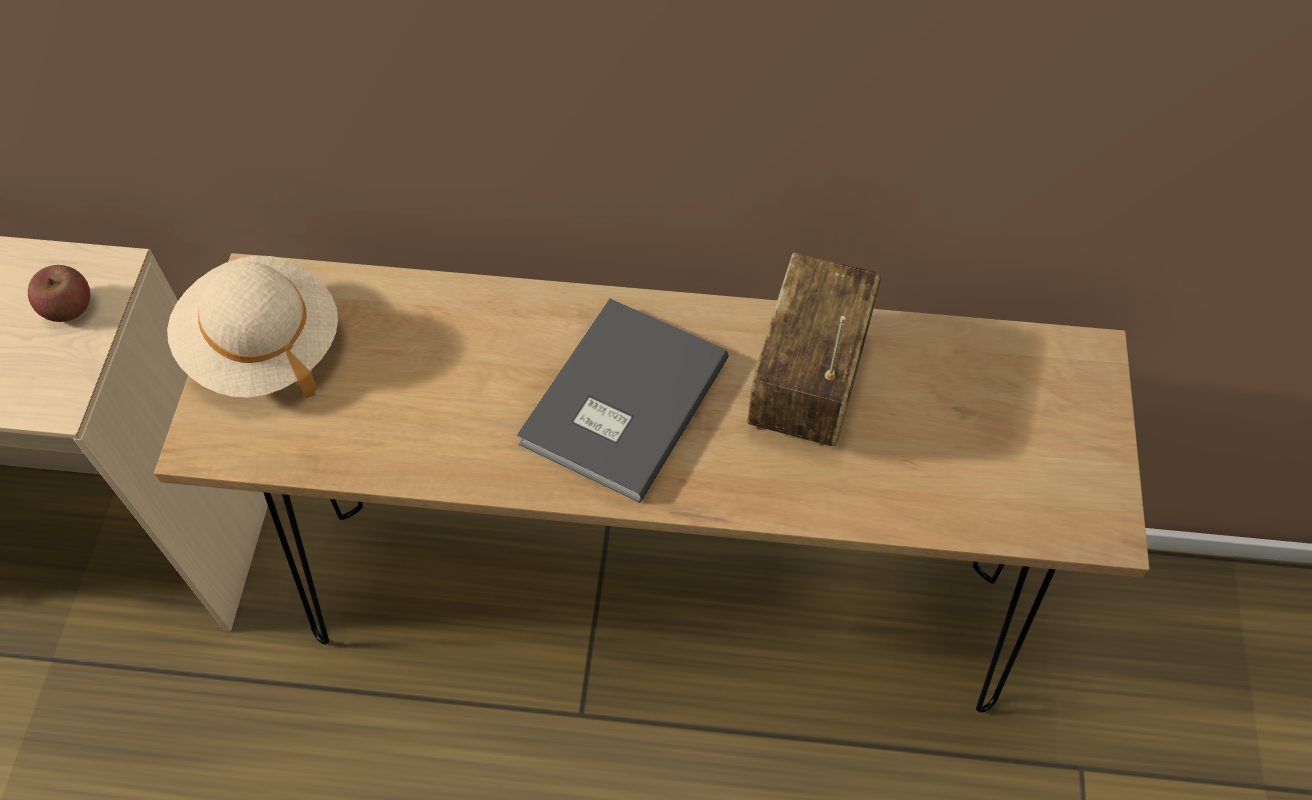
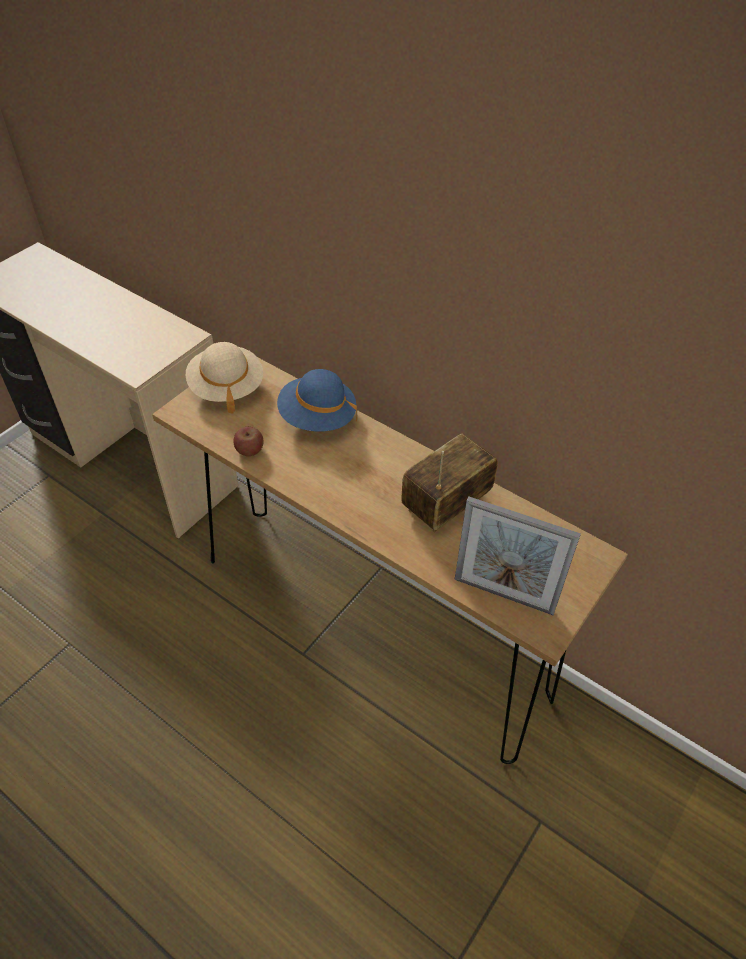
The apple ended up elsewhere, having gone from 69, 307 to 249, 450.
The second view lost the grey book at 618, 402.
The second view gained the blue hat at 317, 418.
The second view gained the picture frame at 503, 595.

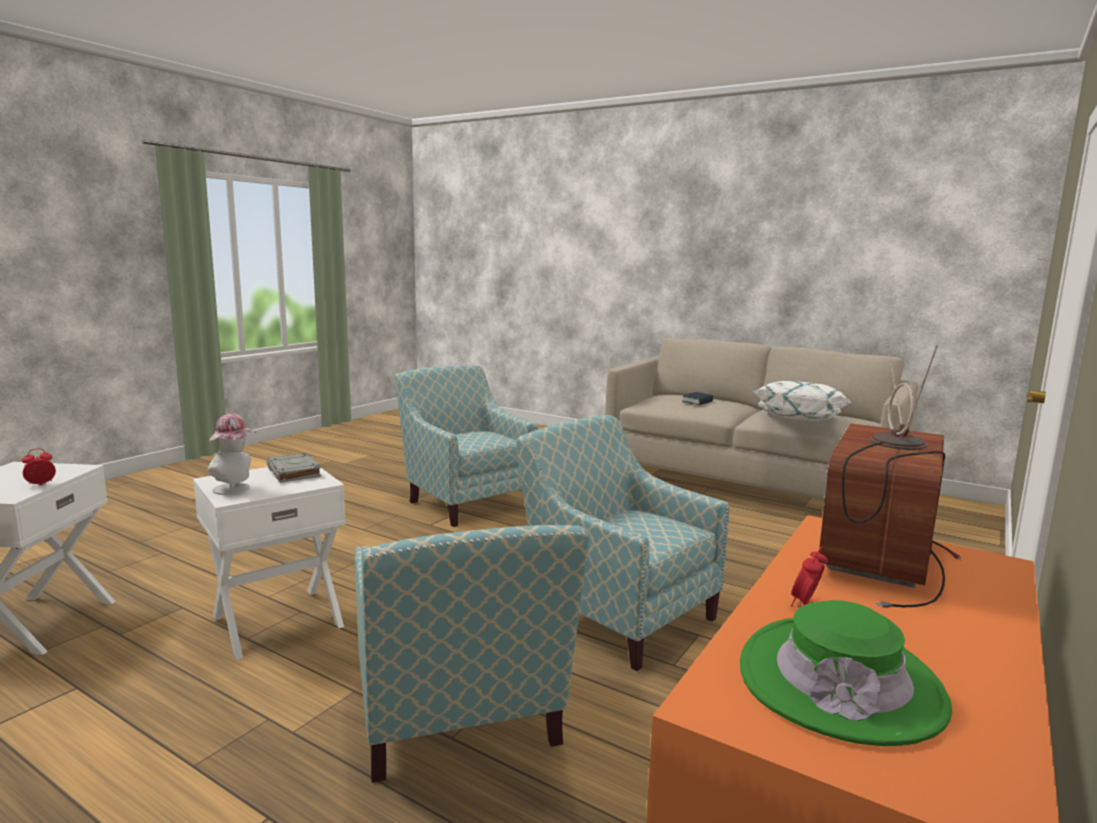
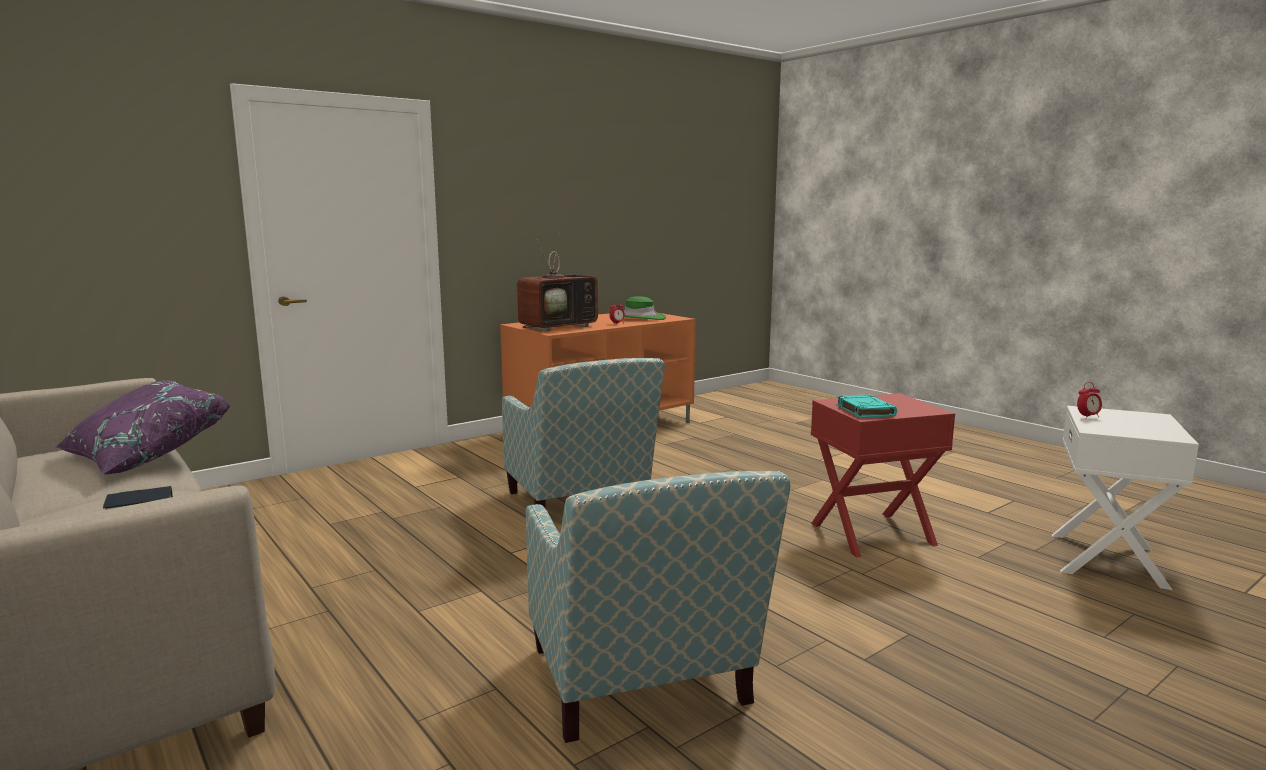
What was the white pillow at 798, 421 turned into the purple pillow at 146, 455.
The second view lost the hat at 236, 489.
What was the grey book at 294, 472 turned into the turquoise book at 864, 410.
What was the white side table at 277, 620 turned into the red side table at 873, 534.
The second view lost the armchair at 460, 726.

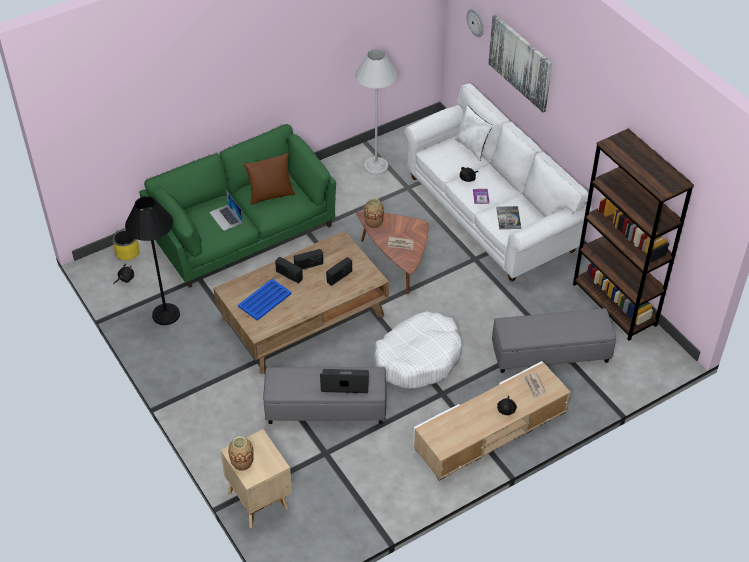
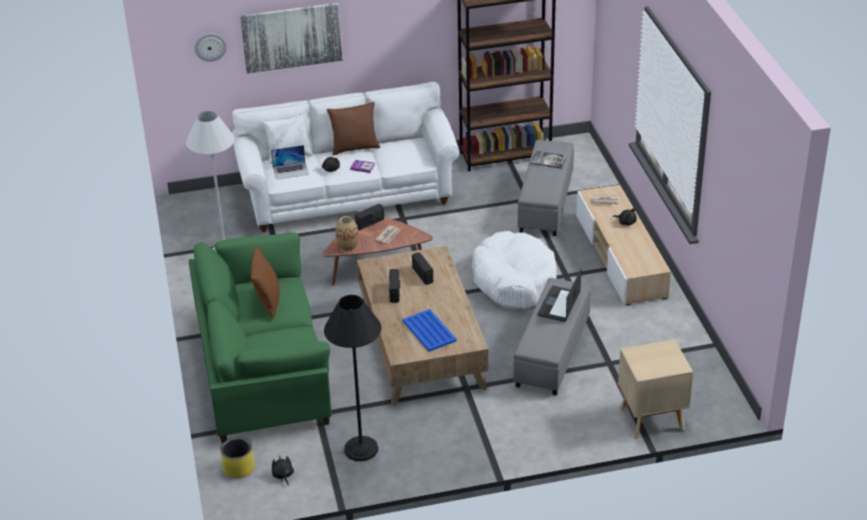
The laptop ended up elsewhere, having gone from 226, 217 to 290, 170.
The book ended up elsewhere, having gone from 508, 218 to 549, 160.
The radio ended up elsewhere, having gone from 289, 275 to 370, 223.
The second view lost the vase at 242, 463.
The second view gained the brown pillow at 354, 148.

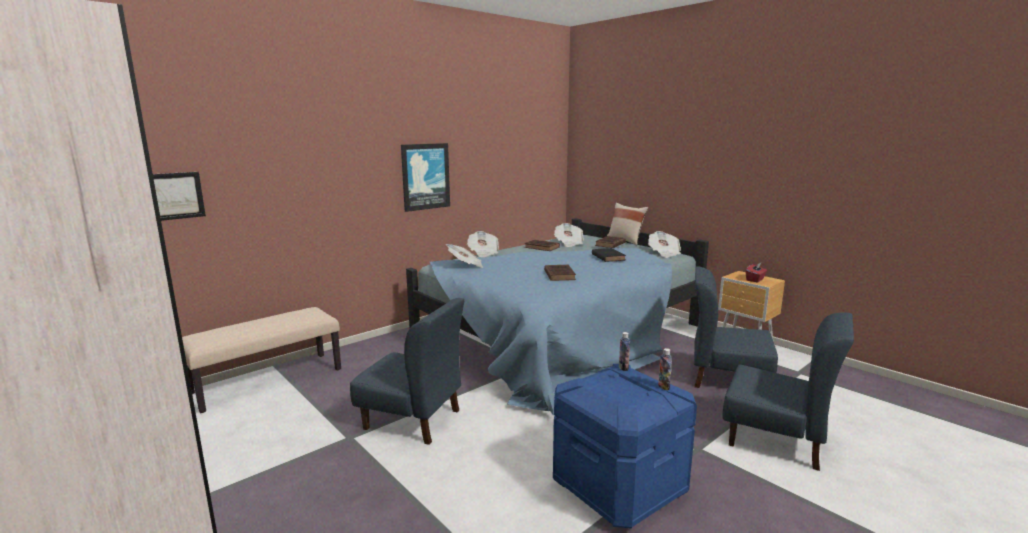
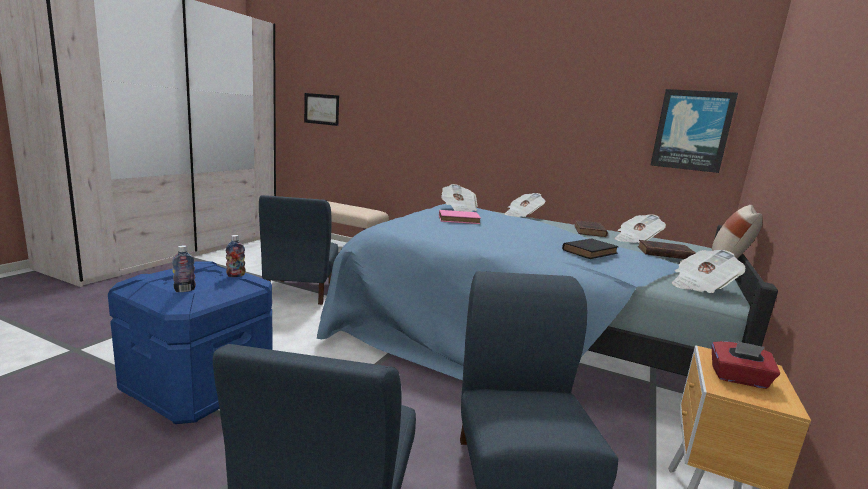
The picture ended up elsewhere, having gone from 425, 176 to 692, 130.
The second view lost the brown book at 559, 275.
The second view gained the pink book at 460, 220.

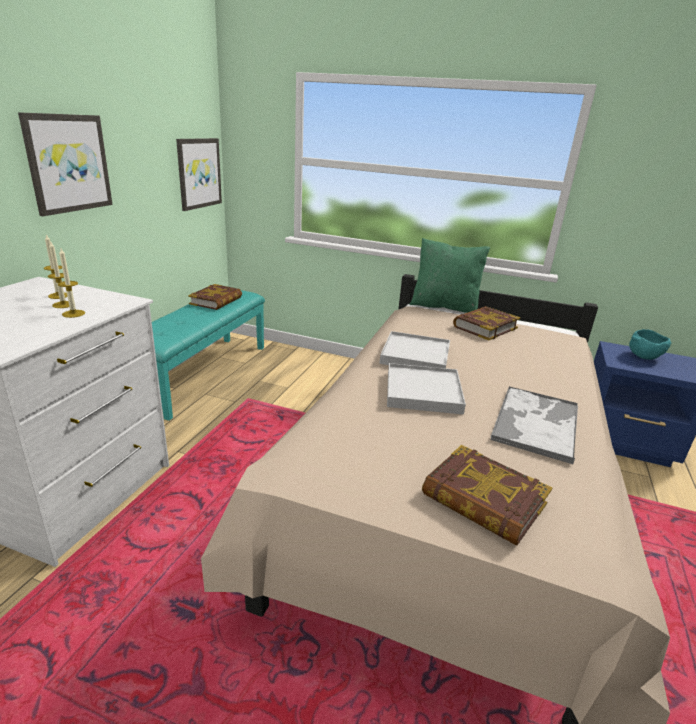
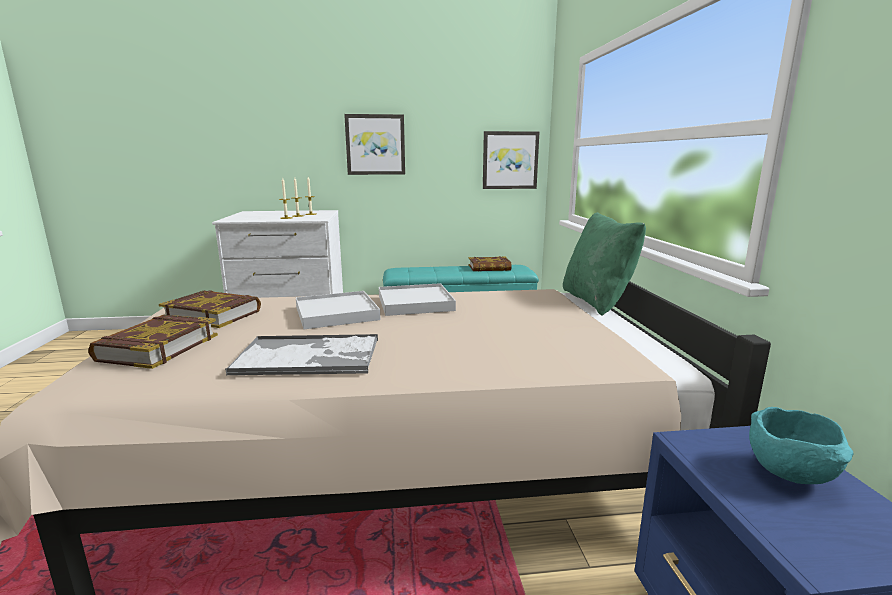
The book ended up elsewhere, having gone from 485, 327 to 213, 314.

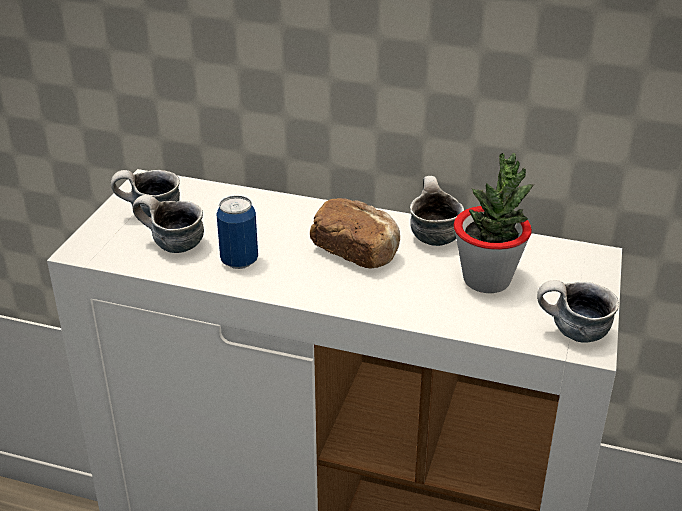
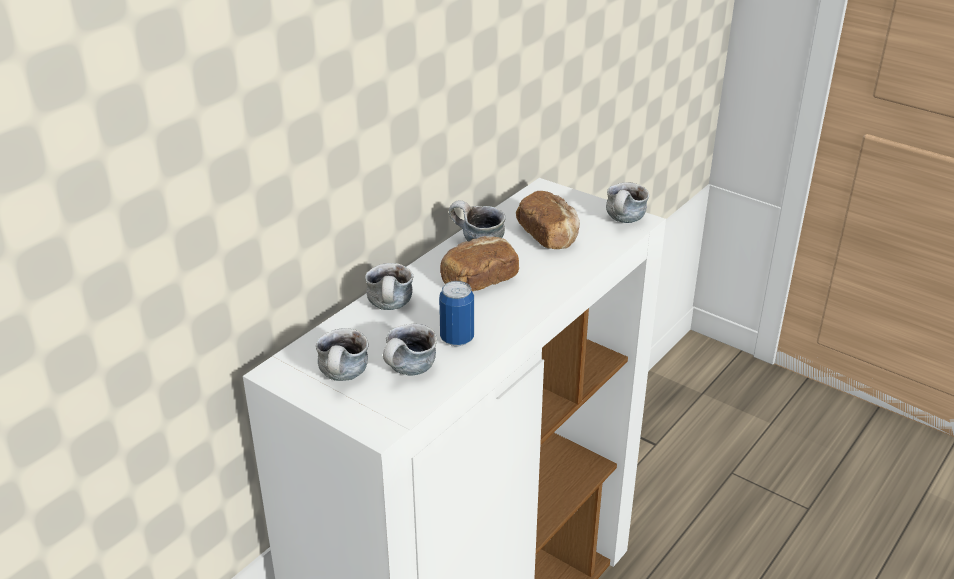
Where the potted plant stood at 487, 280, the bread came to stand at 549, 235.
The second view gained the mug at 392, 308.

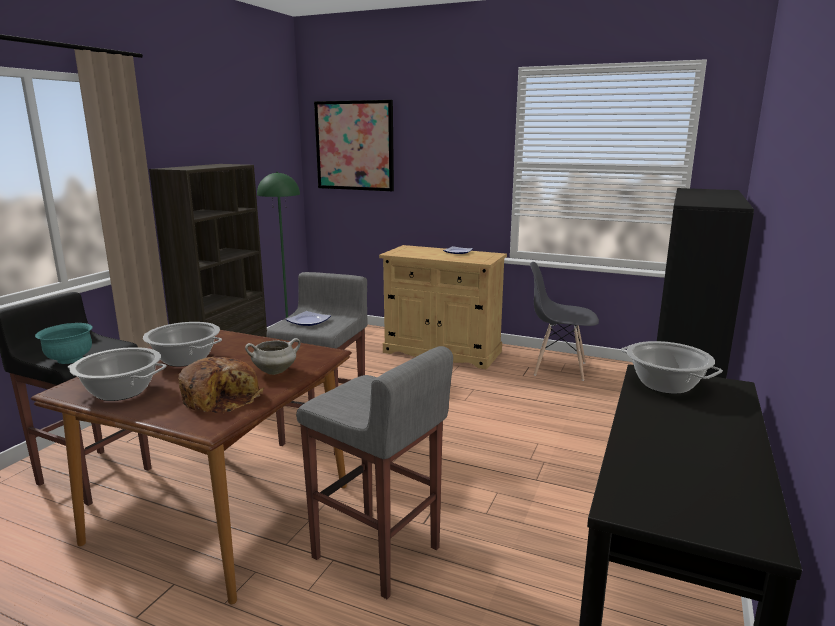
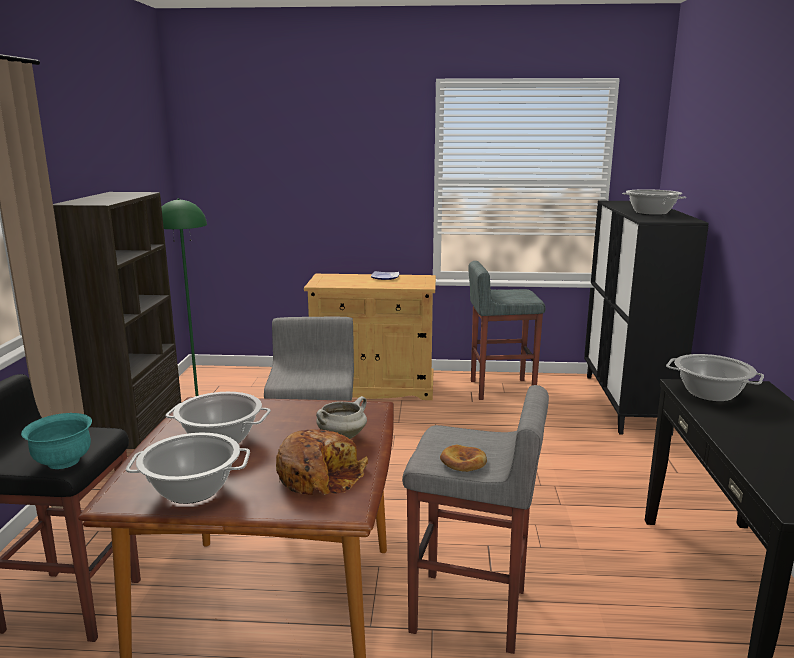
The second view lost the picture at 354, 146.
Where the grey chair stood at 559, 368, the grey stool came to stand at 500, 389.
The second view lost the plate at 308, 321.
The second view gained the cooking pot at 651, 213.
The second view gained the bread at 463, 462.

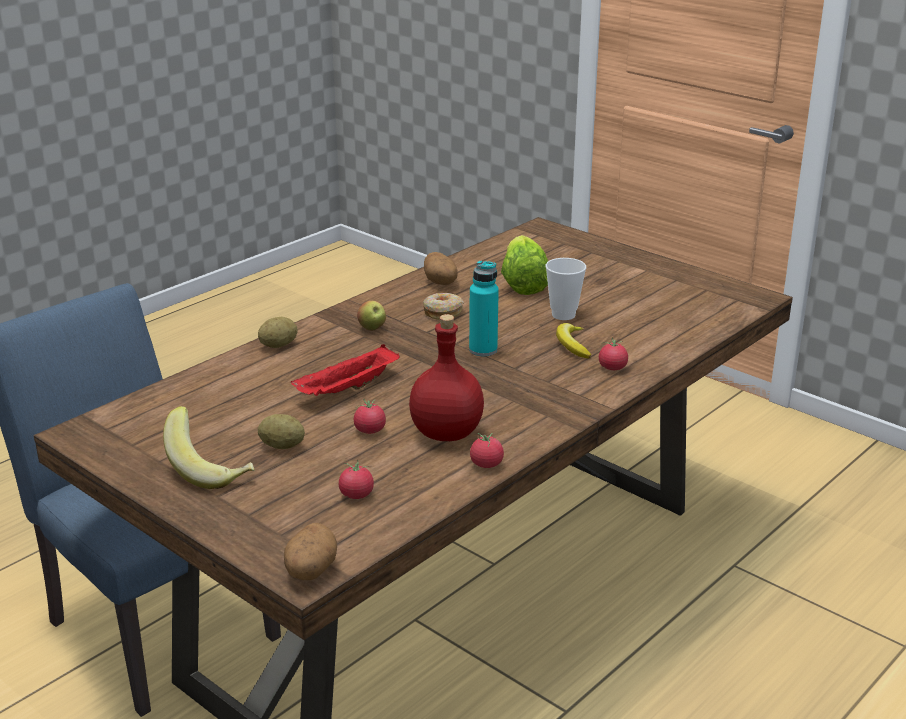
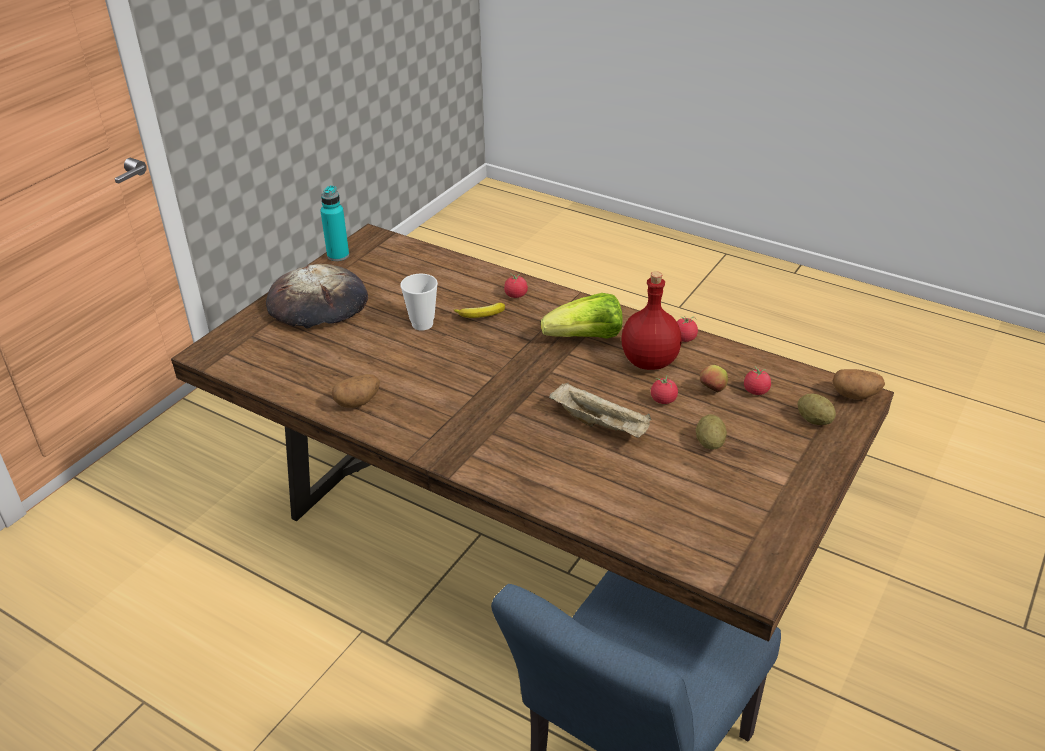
The lettuce ended up elsewhere, having gone from 523, 284 to 586, 338.
The turquoise bottle ended up elsewhere, having gone from 483, 350 to 338, 255.
The second view lost the donut at 443, 312.
The apple ended up elsewhere, having gone from 372, 328 to 712, 390.
The potato ended up elsewhere, having gone from 278, 345 to 814, 420.
What was the red tray at 347, 390 turned into the beige tray at 601, 424.
The second view lost the banana at 211, 469.
The second view gained the bread at 318, 304.

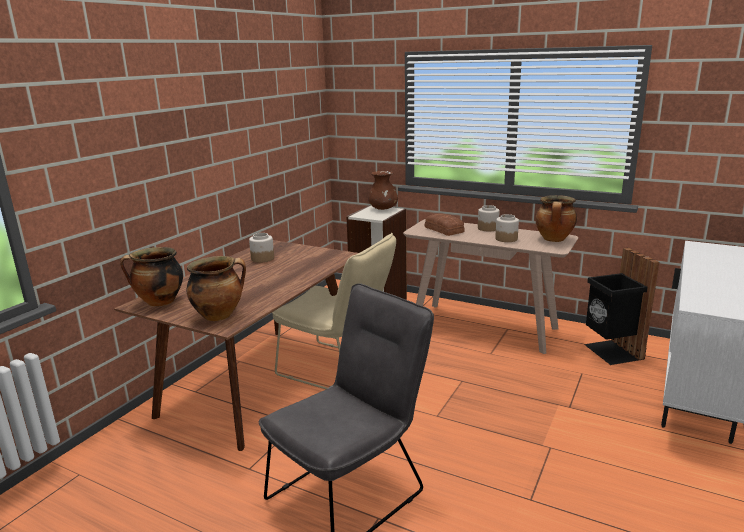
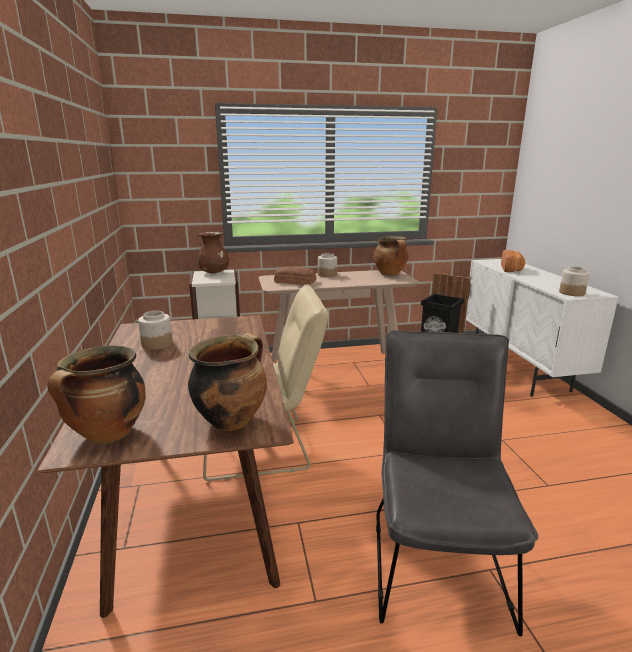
The jar ended up elsewhere, having gone from 506, 239 to 571, 293.
The second view gained the bread at 512, 269.

